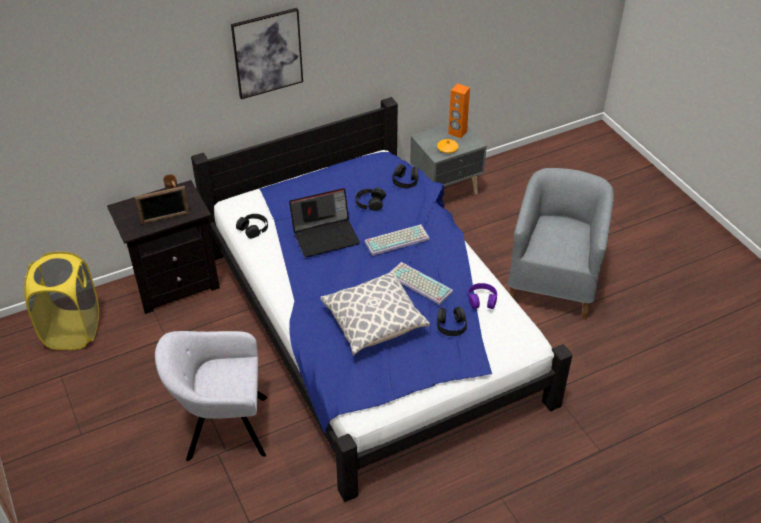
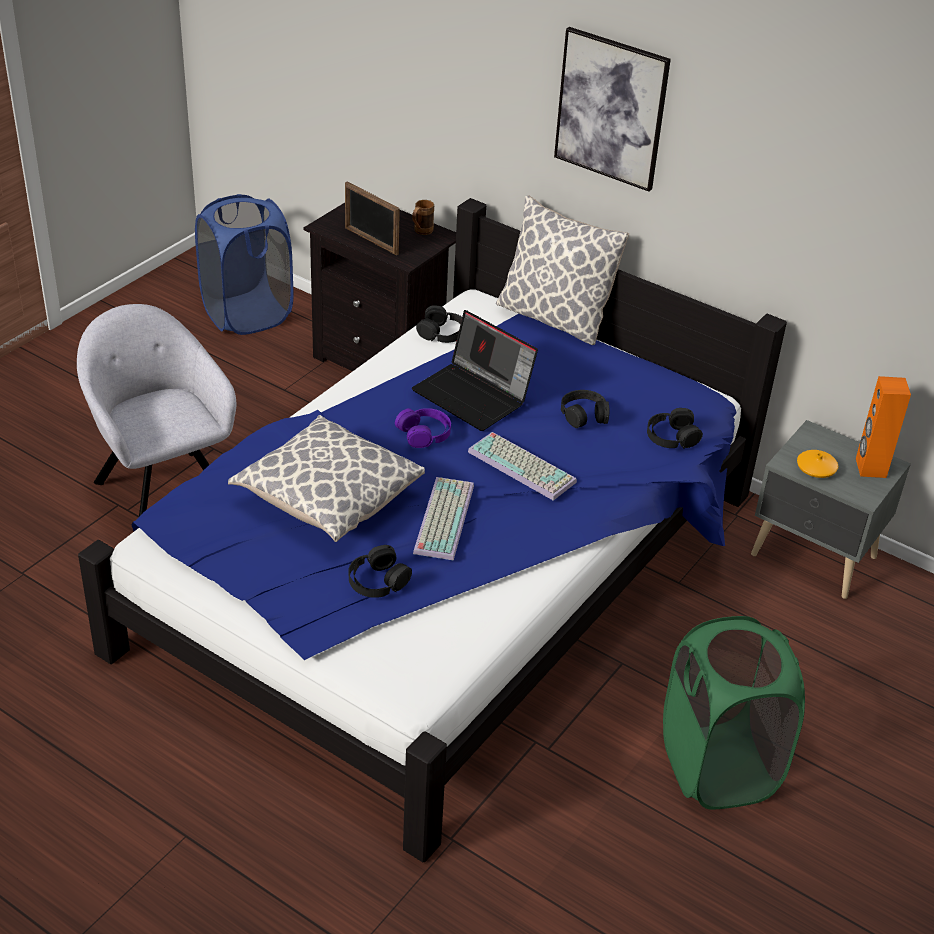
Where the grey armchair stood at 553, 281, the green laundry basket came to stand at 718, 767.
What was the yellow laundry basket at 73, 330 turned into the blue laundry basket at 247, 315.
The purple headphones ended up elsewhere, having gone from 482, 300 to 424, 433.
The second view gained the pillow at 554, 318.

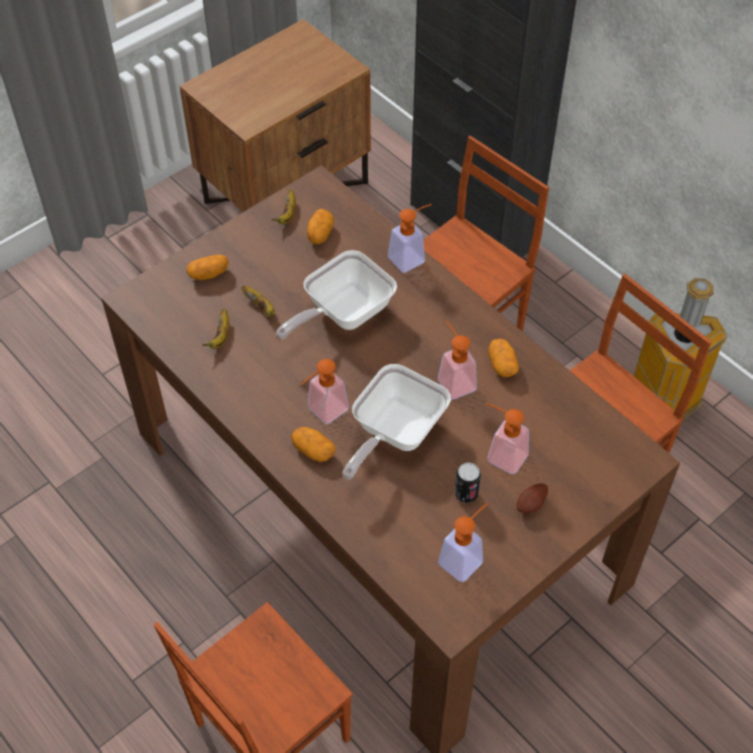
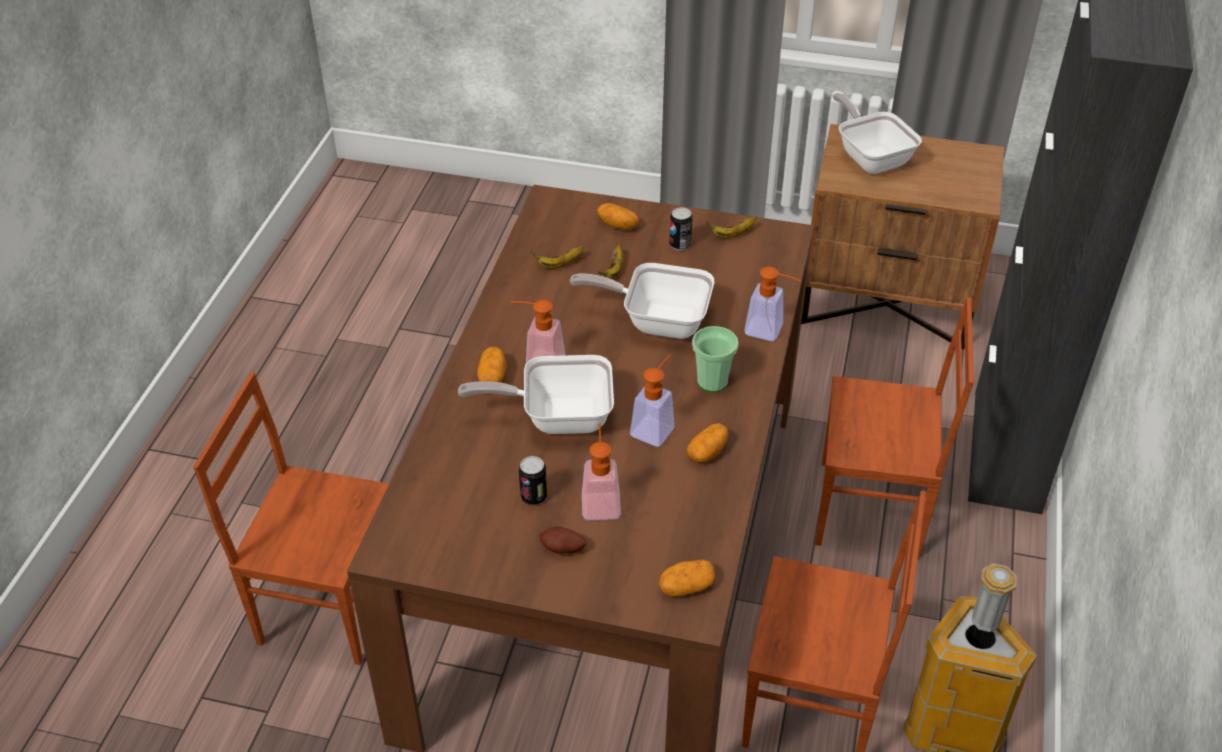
The potato ended up elsewhere, having gone from 320, 234 to 686, 587.
The second view lost the soap dispenser at 465, 558.
The second view gained the frying pan at 871, 157.
The second view gained the can at 680, 244.
The second view gained the cup at 712, 381.

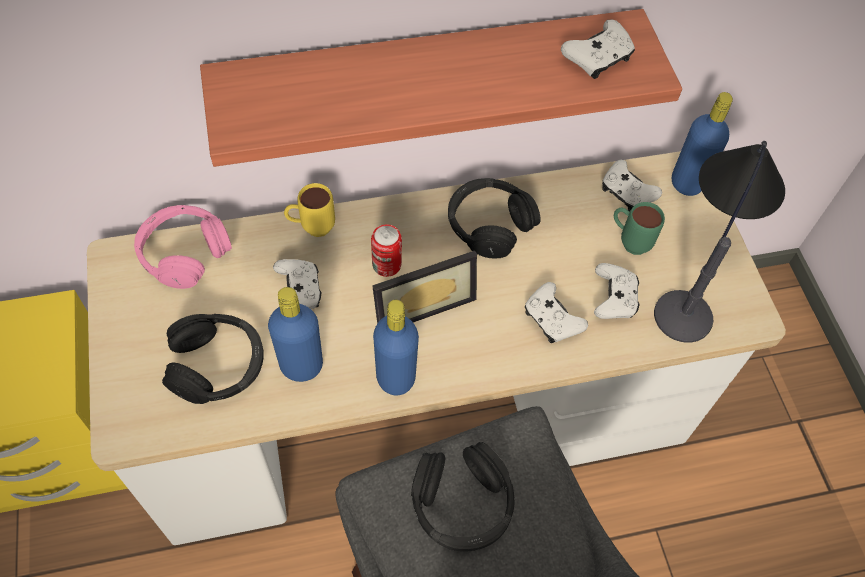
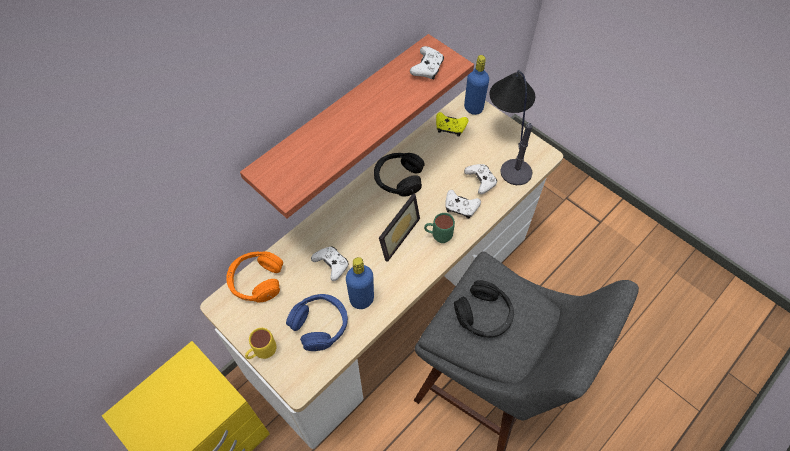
What was the white game controller at 626, 193 turned into the yellow game controller at 450, 128.
The yellow mug ended up elsewhere, having gone from 311, 228 to 262, 353.
The green mug ended up elsewhere, having gone from 629, 241 to 437, 237.
What was the pink headphones at 184, 253 turned into the orange headphones at 256, 281.
The second view lost the can at 386, 265.
The second view lost the blue bottle at 395, 377.
What was the black headphones at 217, 365 turned into the blue headphones at 320, 325.

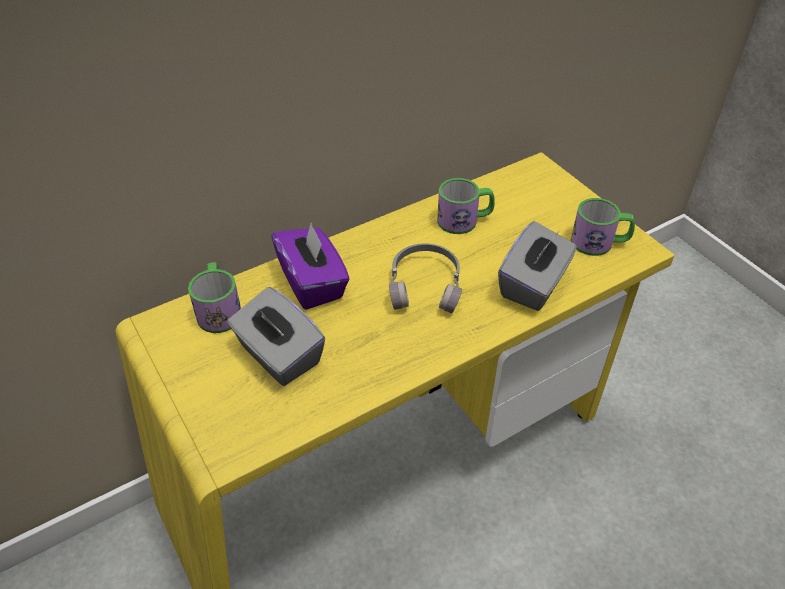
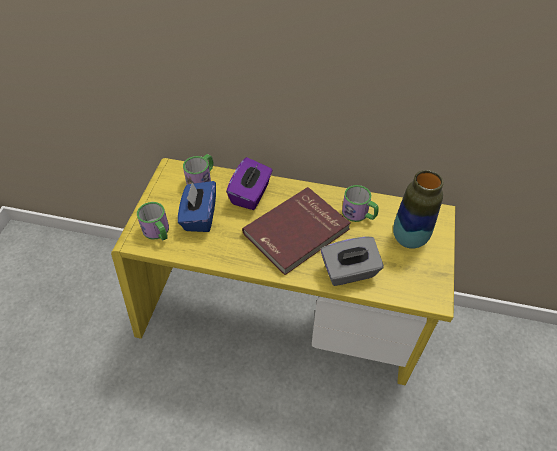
The mug ended up elsewhere, having gone from 599, 242 to 158, 232.
Where the grey headphones stood at 426, 285, the red book came to stand at 297, 232.
What was the grey tissue box at 279, 356 turned into the blue tissue box at 199, 216.
The second view gained the vase at 409, 238.

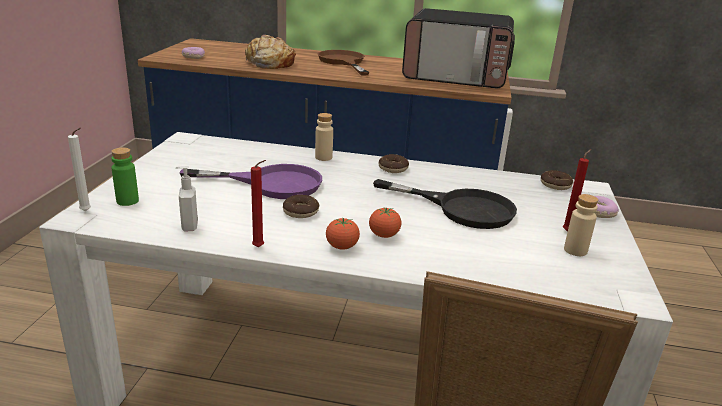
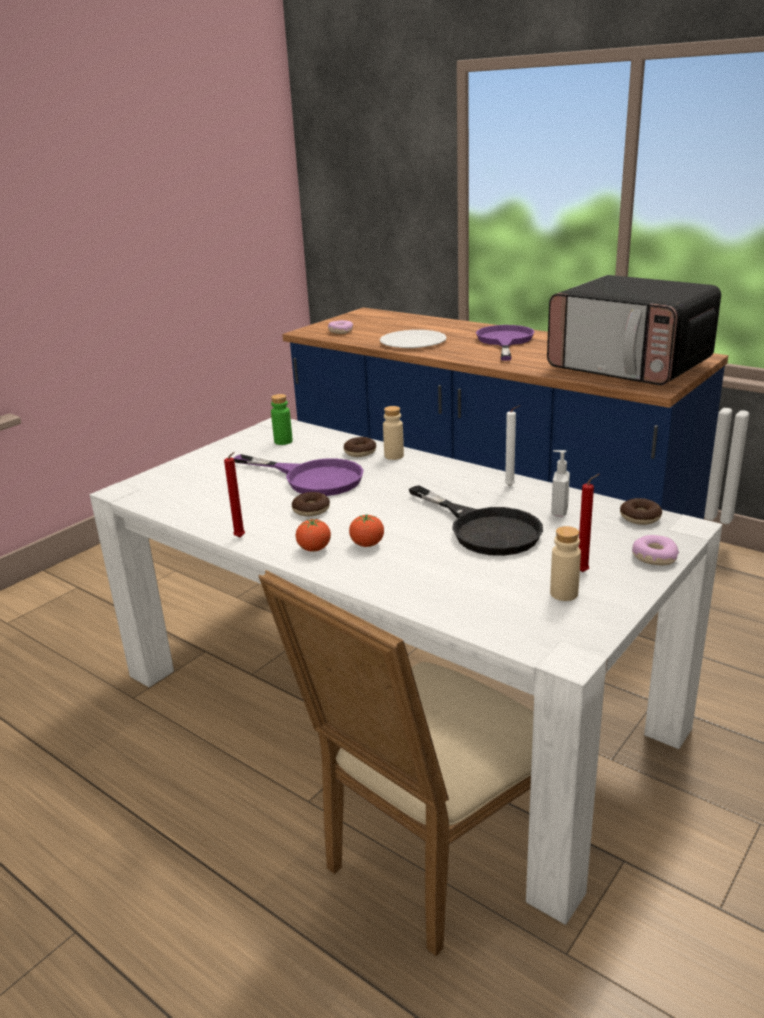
Where the bread stood at 269, 63, the white plate came to stand at 413, 342.
What was the brown frying pan at 343, 62 turned into the purple frying pan at 504, 341.
The white candle ended up elsewhere, having gone from 87, 211 to 511, 486.
The green bottle ended up elsewhere, having gone from 127, 201 to 283, 441.
The donut ended up elsewhere, having gone from 393, 168 to 360, 452.
The soap dispenser ended up elsewhere, having gone from 189, 226 to 558, 511.

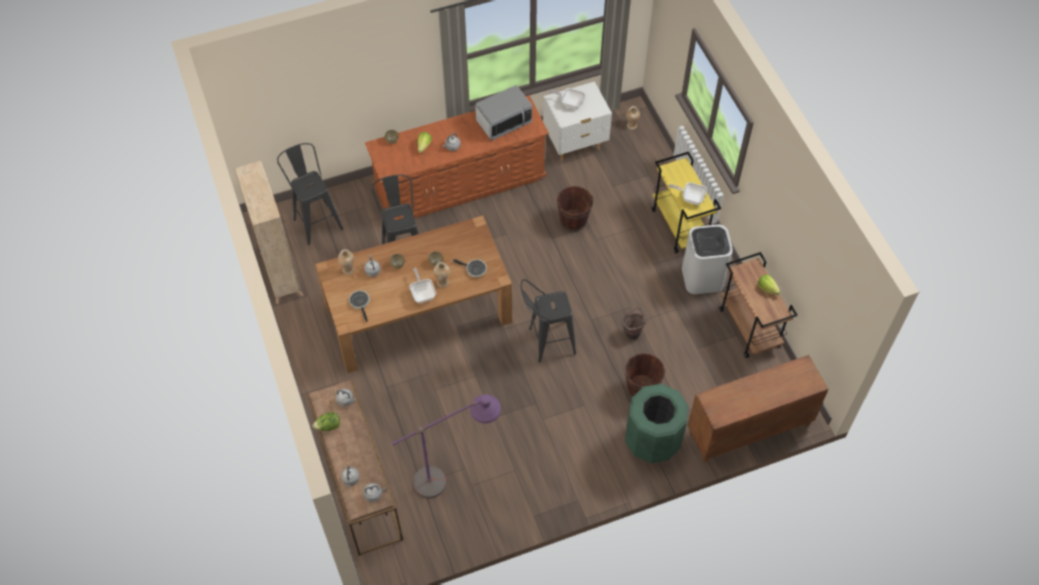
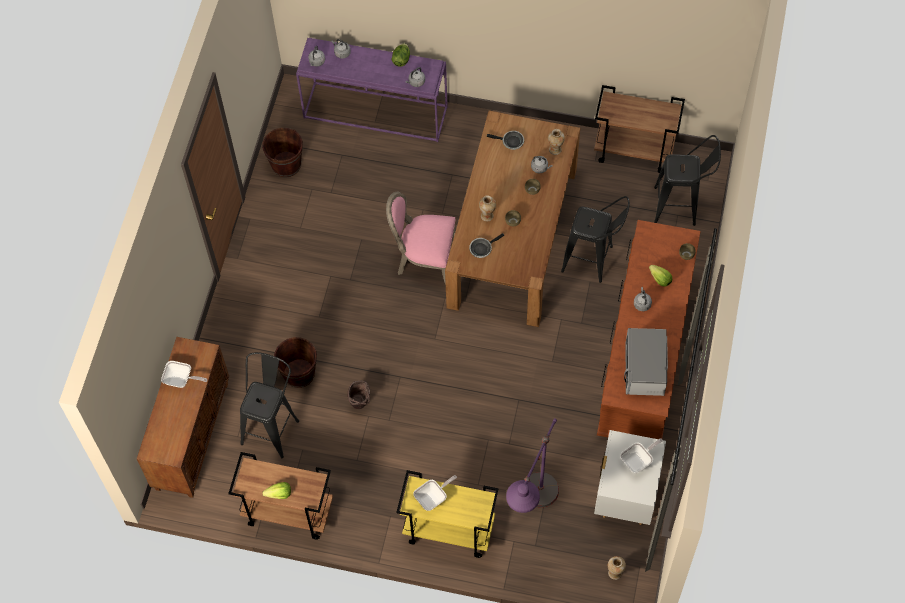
Where the beige bookcase stood at 281, 273, the brown cart came to stand at 634, 151.
The brown bucket ended up elsewhere, having gone from 573, 221 to 286, 165.
The second view lost the white trash can at 702, 277.
The frying pan ended up elsewhere, having gone from 423, 293 to 181, 380.
The black stool ended up elsewhere, having gone from 546, 342 to 272, 426.
What was the brown console table at 358, 483 turned into the purple console table at 376, 111.
The second view lost the green trash can at 652, 440.
The purple floor lamp ended up elsewhere, having gone from 453, 477 to 532, 513.
The second view gained the pink chair at 424, 259.

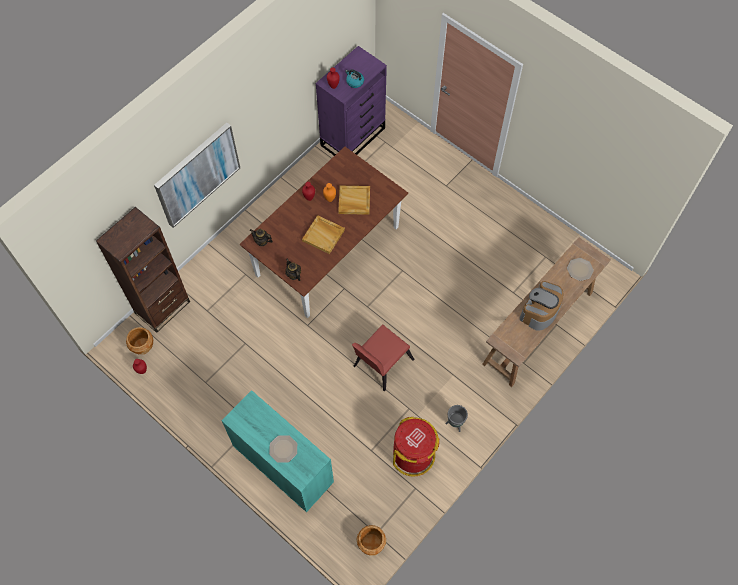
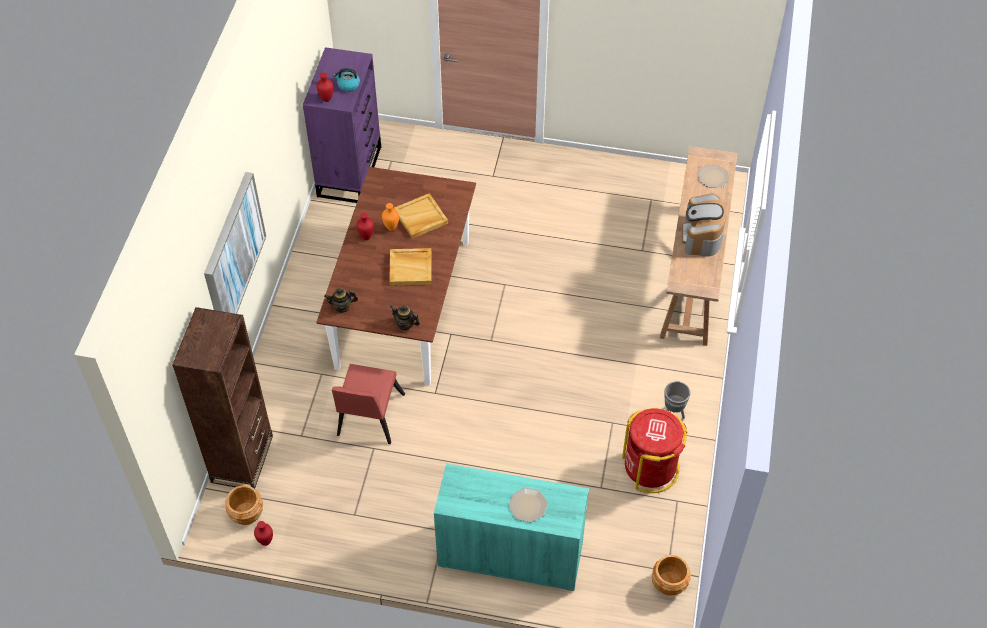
The red chair ended up elsewhere, having gone from 380, 365 to 368, 418.

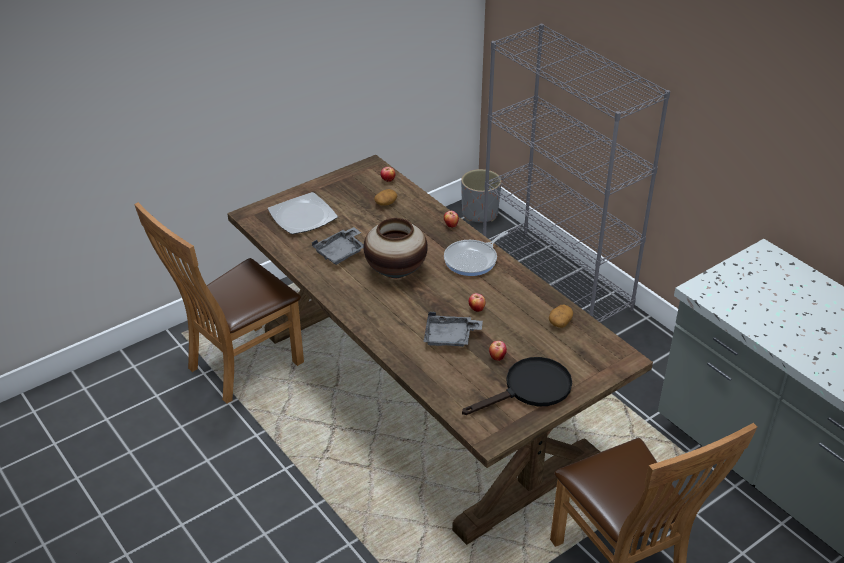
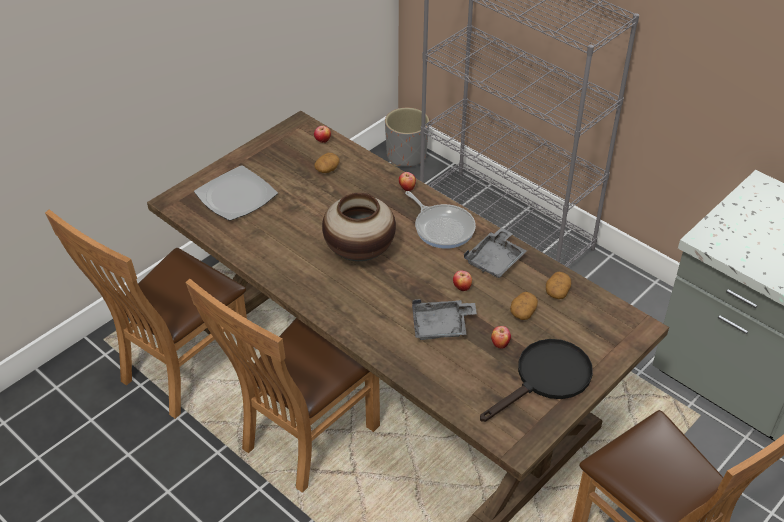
The grey tray ended up elsewhere, having gone from 341, 252 to 495, 260.
The frying pan at 473, 260 ended up facing another way, 75 degrees counterclockwise from before.
The second view gained the brown chair at 303, 441.
The second view gained the potato at 523, 311.

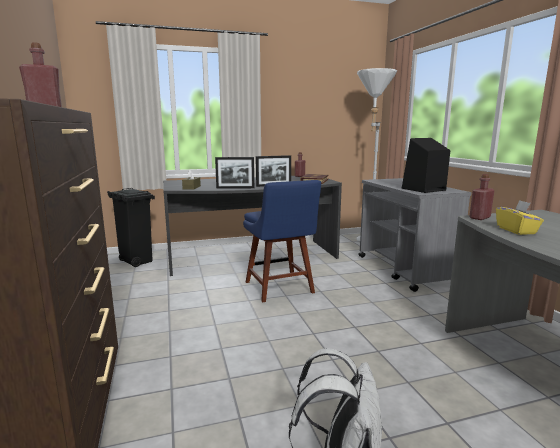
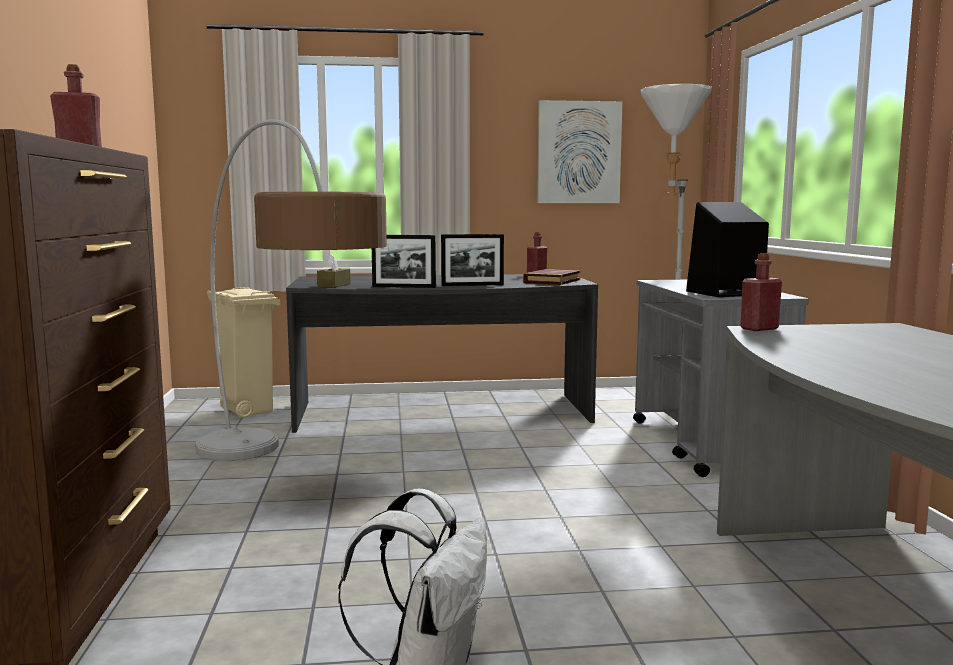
The second view lost the blue chair at 280, 288.
What was the black trash can at 136, 261 turned into the beige trash can at 247, 411.
The second view lost the yellow tissue box at 516, 230.
The second view gained the picture at 578, 152.
The second view gained the floor lamp at 287, 477.

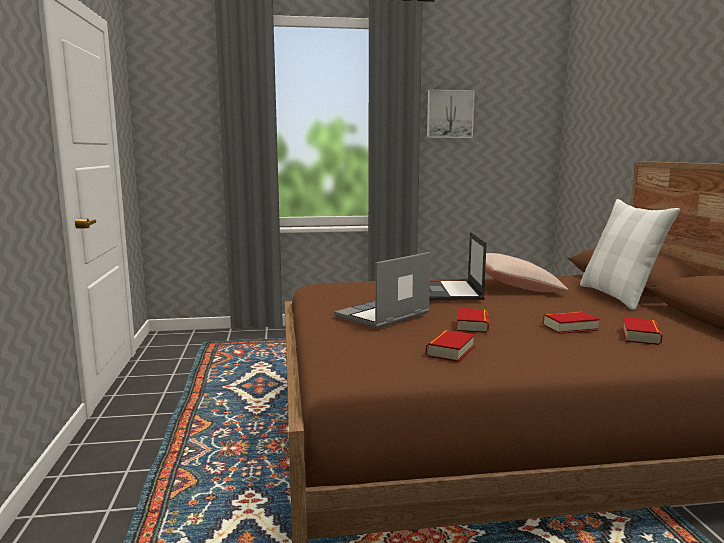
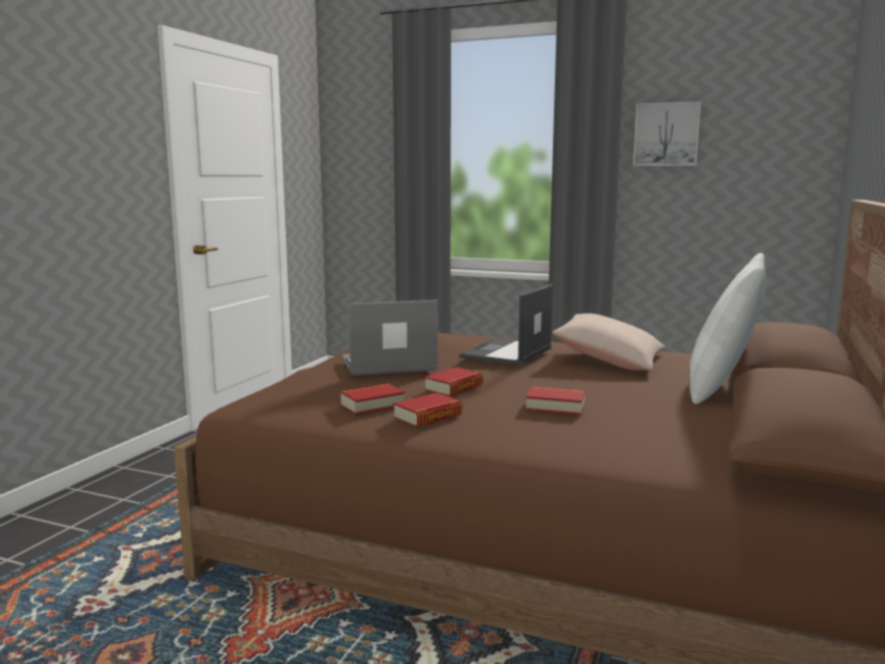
The book ended up elsewhere, having gone from 640, 336 to 427, 416.

